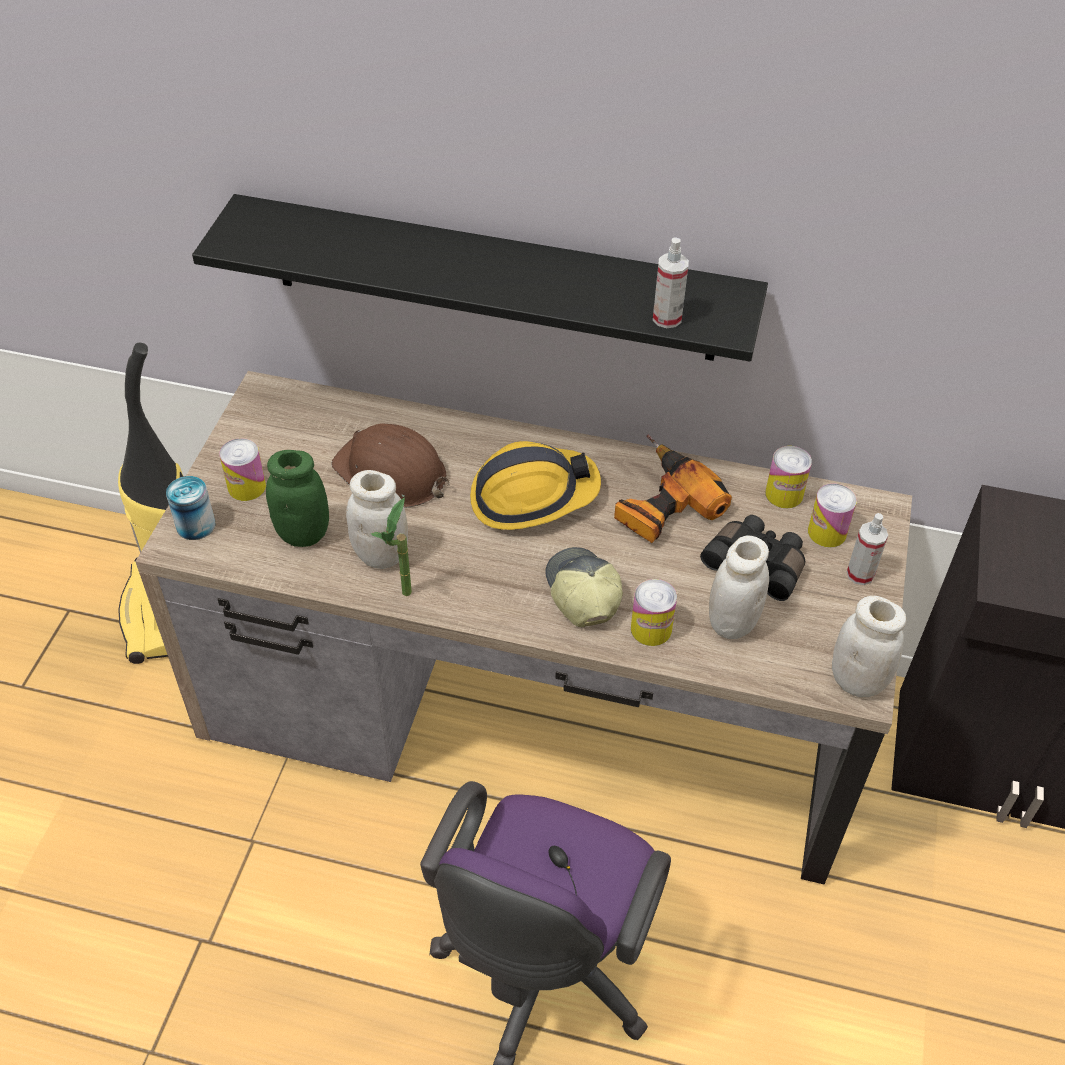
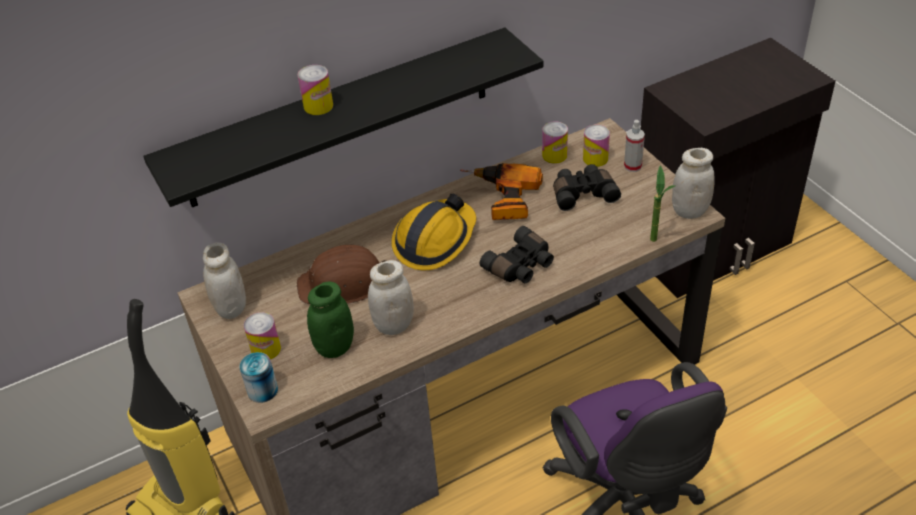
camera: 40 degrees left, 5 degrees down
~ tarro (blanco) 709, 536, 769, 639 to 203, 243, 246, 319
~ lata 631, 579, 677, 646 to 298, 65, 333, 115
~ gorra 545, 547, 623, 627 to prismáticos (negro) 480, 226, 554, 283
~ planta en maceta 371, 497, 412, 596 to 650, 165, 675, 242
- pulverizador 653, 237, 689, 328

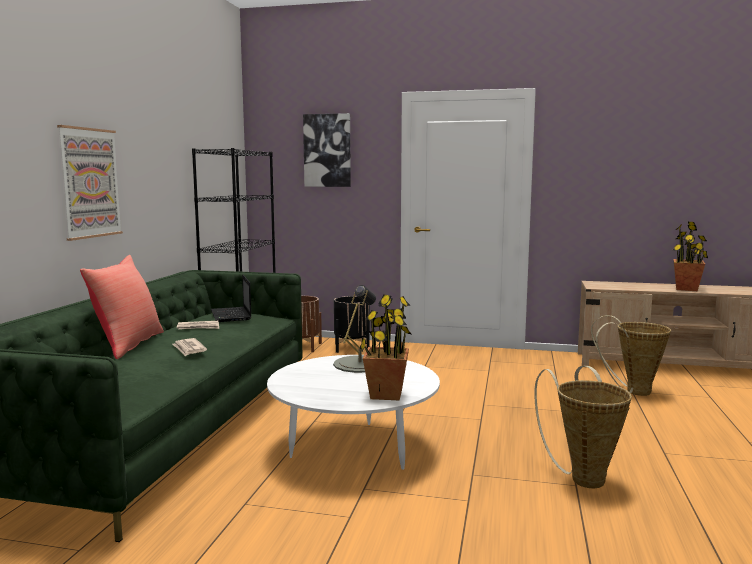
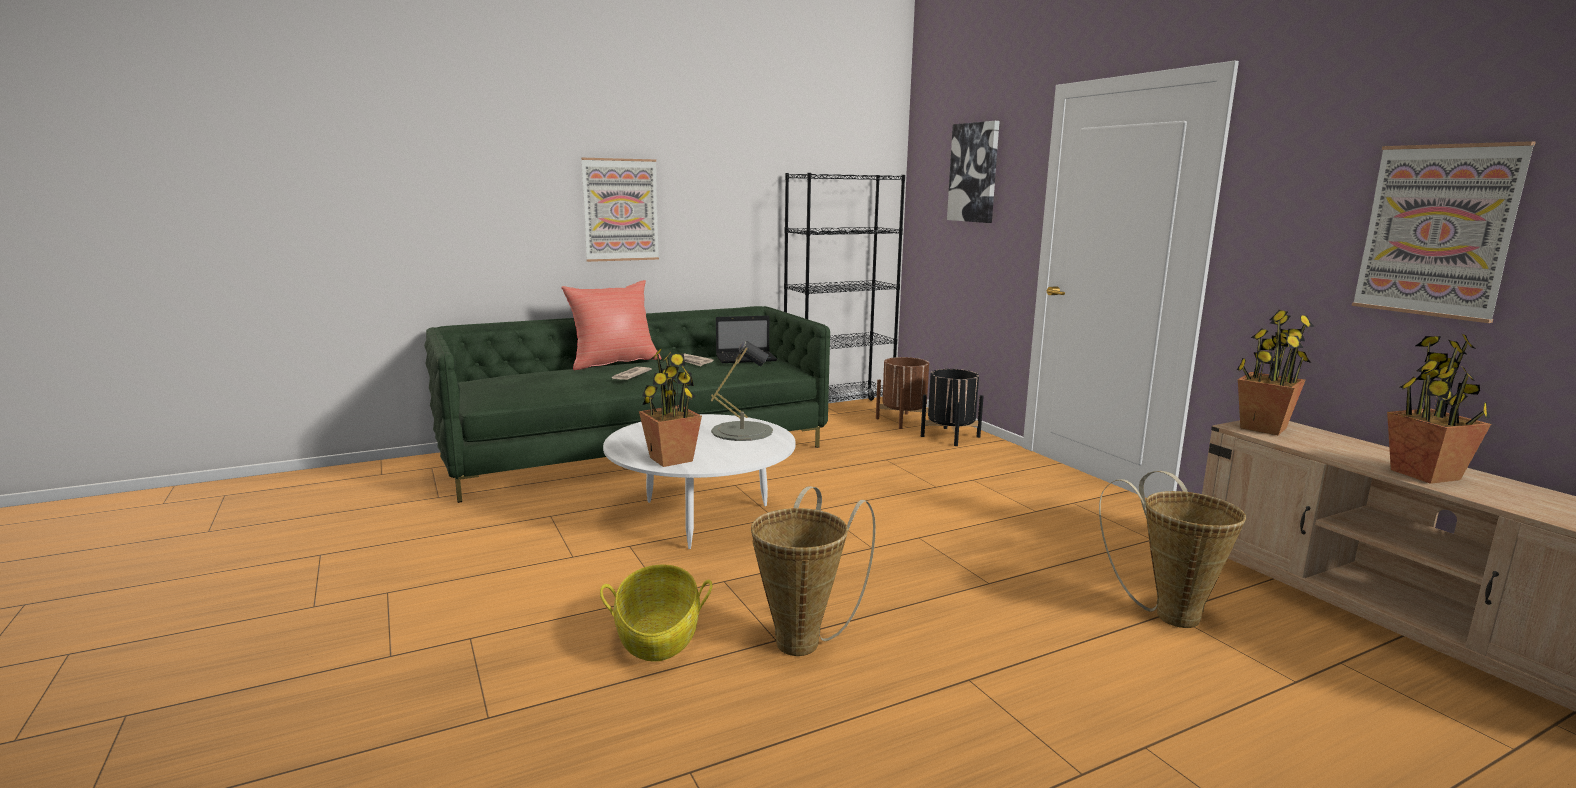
camera: 50 degrees right, 5 degrees up
+ cesta 600, 565, 712, 662
~ portátil 211, 274, 251, 322 = 716, 316, 777, 363 135 degrees counterclockwise
+ planta en maceta 1237, 310, 1315, 435
+ cuadro 1352, 141, 1536, 323

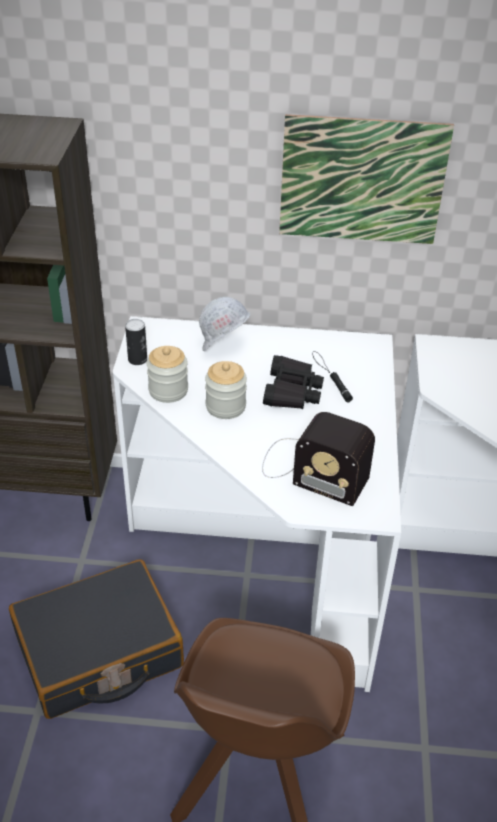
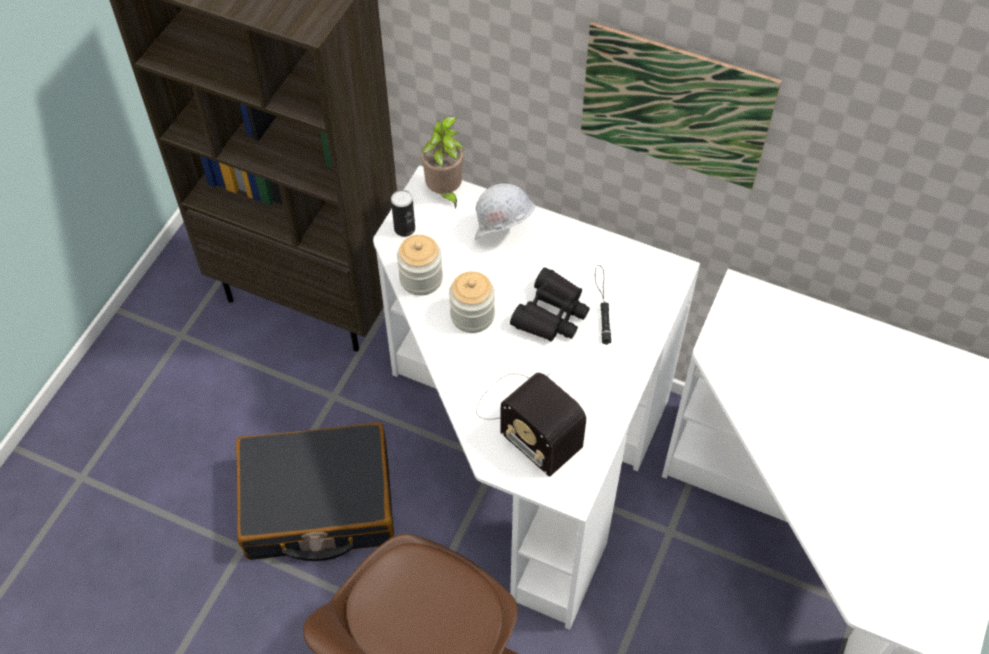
camera: 20 degrees right, 15 degrees up
+ planta en maceta 421, 117, 465, 209

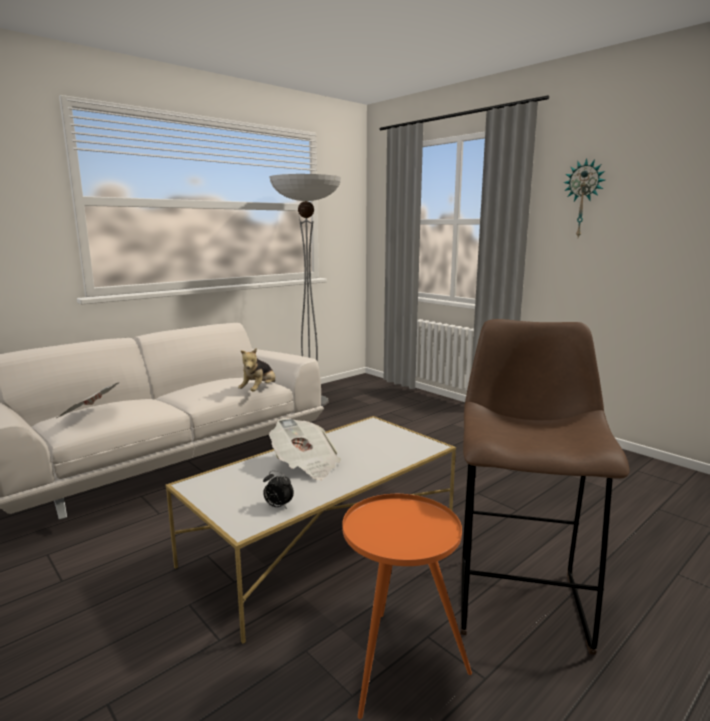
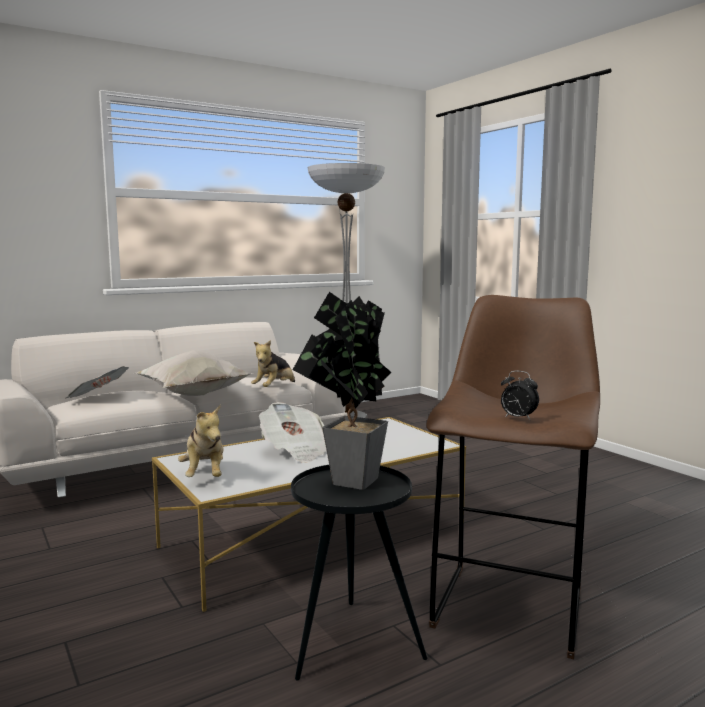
camera: 10 degrees right, 5 degrees down
+ cojín (blanco) 135, 350, 253, 396
+ peluche 178, 405, 224, 477
~ mesa auxiliar (naranja) 342, 494, 472, 719 to mesa auxiliar (negro) 291, 465, 427, 681
+ planta en maceta 293, 292, 392, 490
~ despertador 263, 471, 294, 509 to 501, 371, 539, 420
- reloj de pared 564, 158, 605, 237

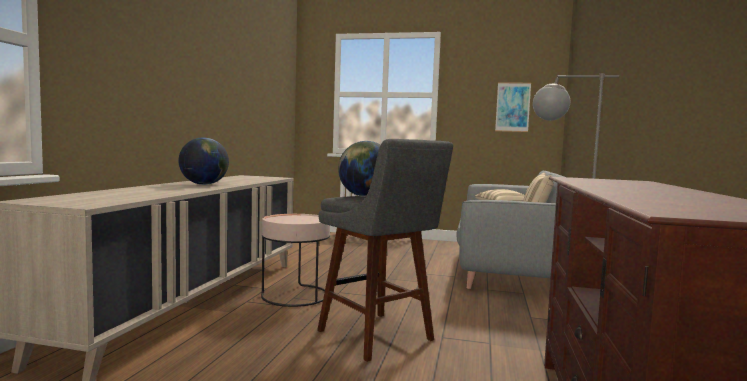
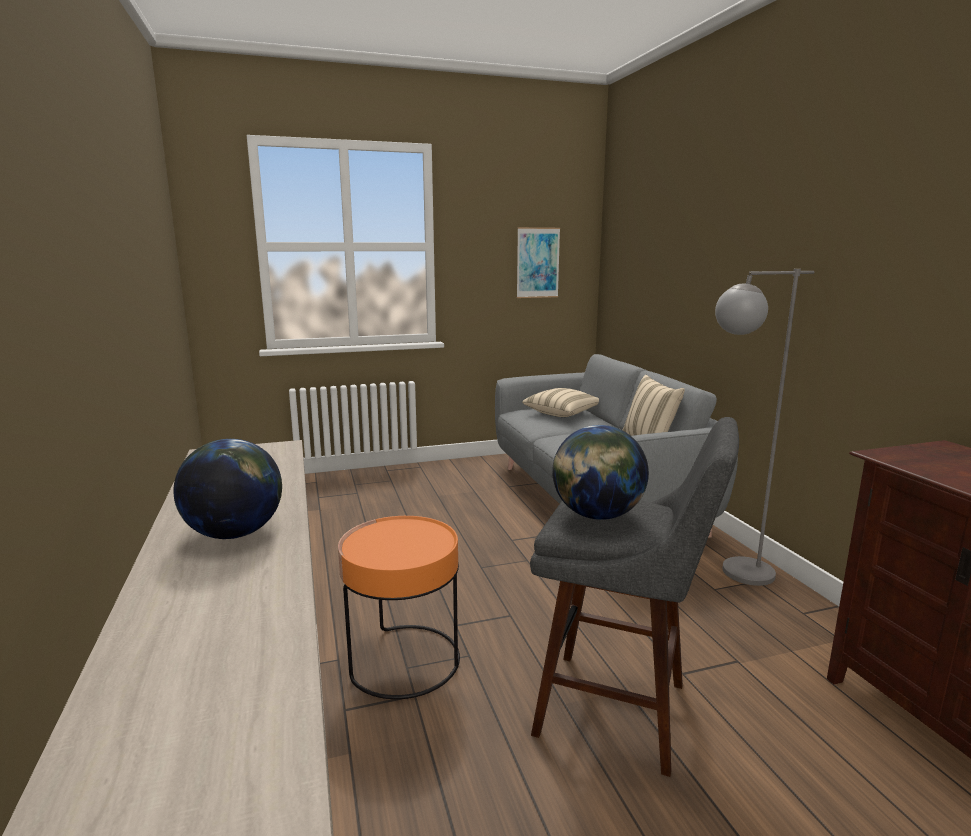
camera: 30 degrees left, 10 degrees up
~ mesa auxiliar (rosa) 261, 214, 330, 307 to mesa auxiliar (naranja) 338, 516, 460, 699

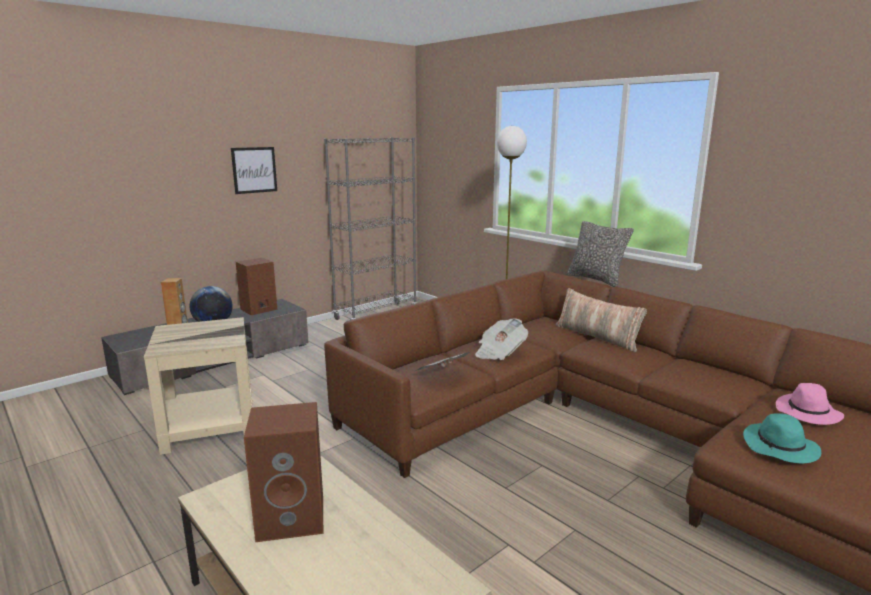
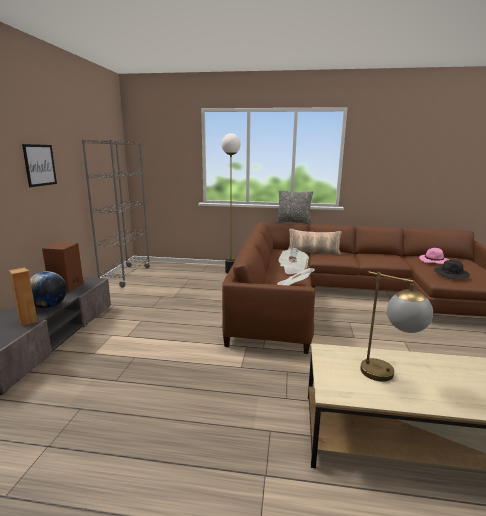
camera: 40 degrees left, 0 degrees up
~ altavoz (marrón) 244, 402, 323, 542 to lámpara de mesa 360, 271, 433, 382
~ sombrero (turquesa) 743, 414, 821, 464 to sombrero (negro) 434, 260, 470, 279
- mesa auxiliar (beis) 144, 317, 252, 455

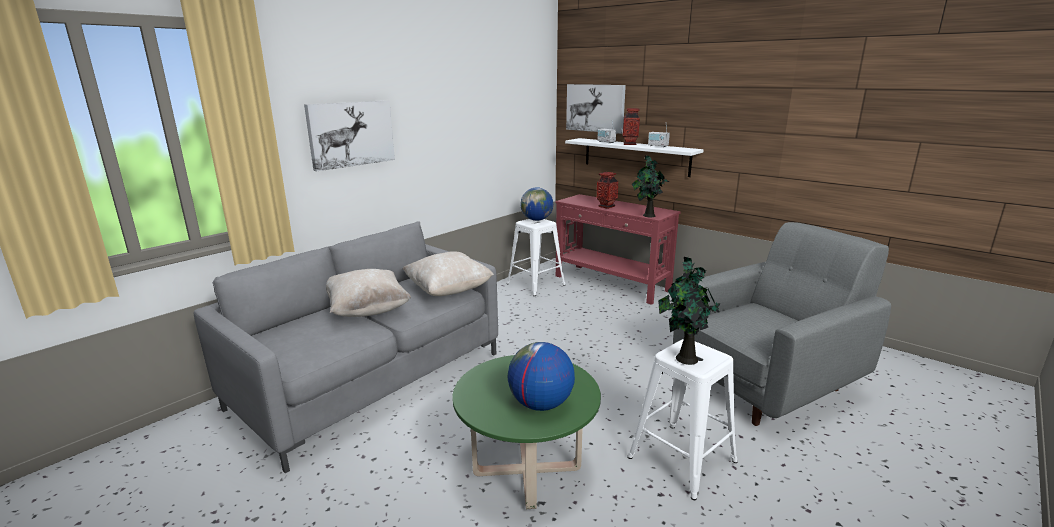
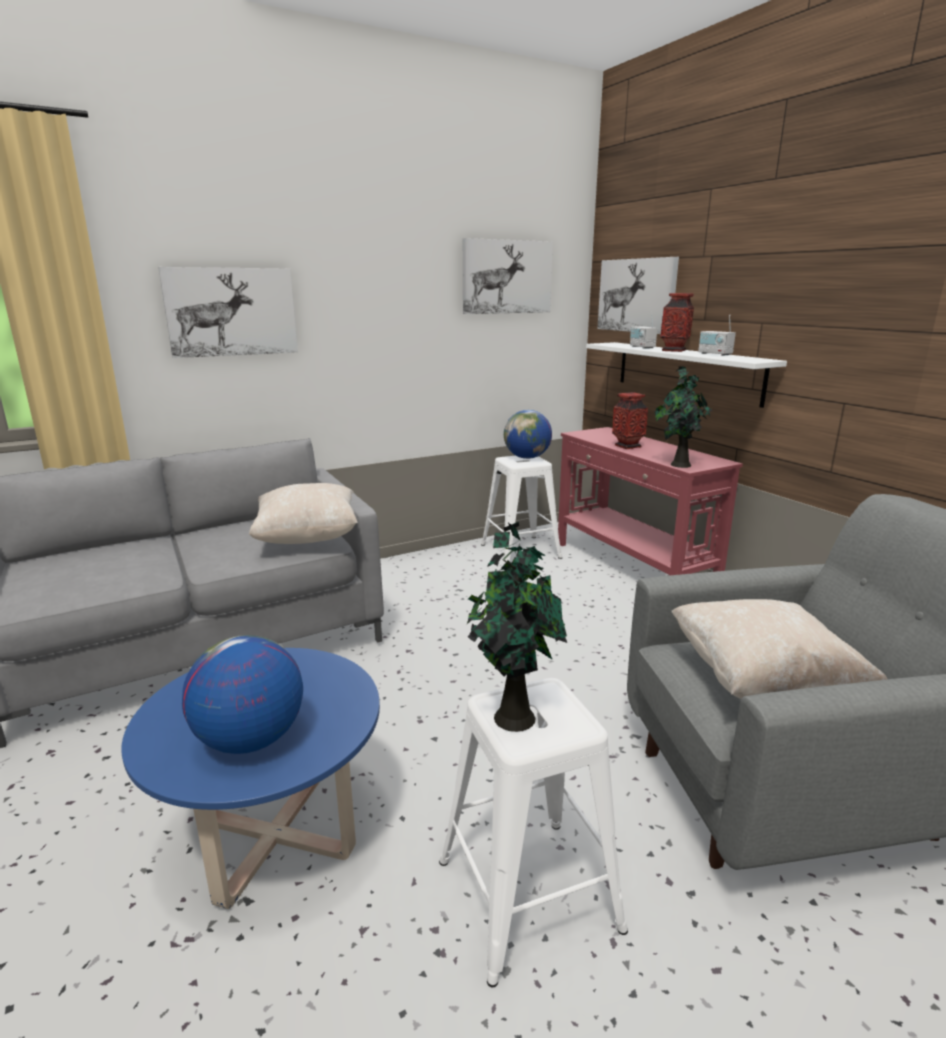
camera: 20 degrees right, 0 degrees up
~ mesa de centro (verde) 452, 355, 601, 509 to mesa de centro (azul) 121, 648, 380, 909
+ cuadro 463, 238, 553, 314
~ cojín (beis) 326, 269, 411, 317 to 671, 599, 887, 699

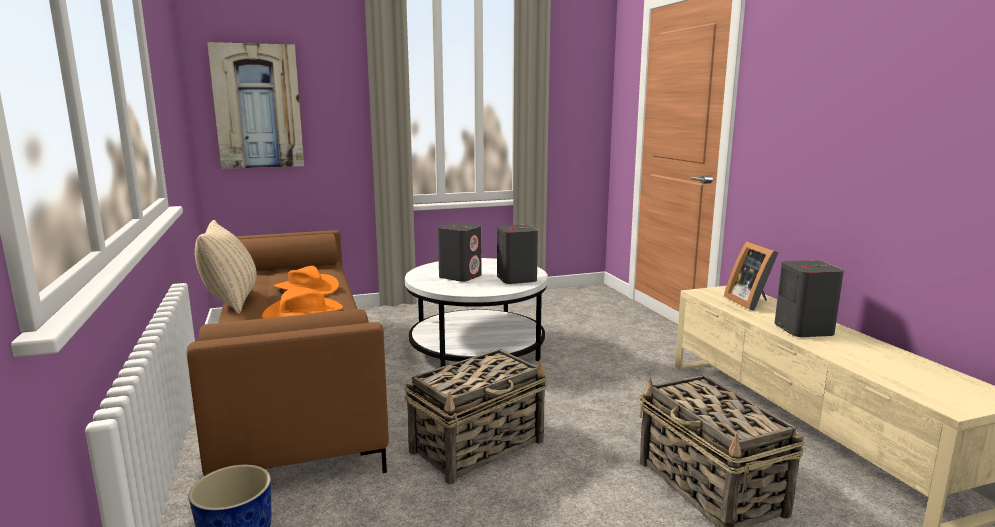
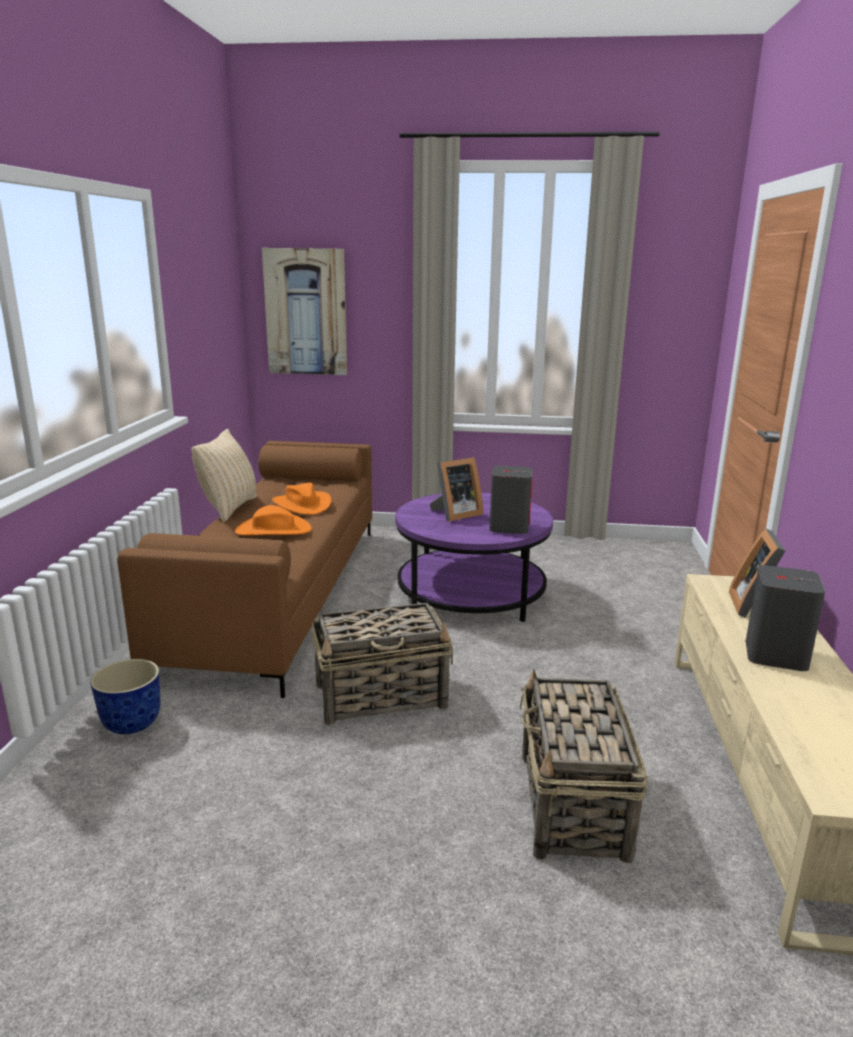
camera: 25 degrees right, 5 degrees up
~ mesa de centro (blanco) 405, 258, 548, 367 to mesa de centro (morado) 395, 492, 553, 622
~ altavoz (gris) 438, 223, 482, 282 to portarretratos 430, 457, 483, 522

